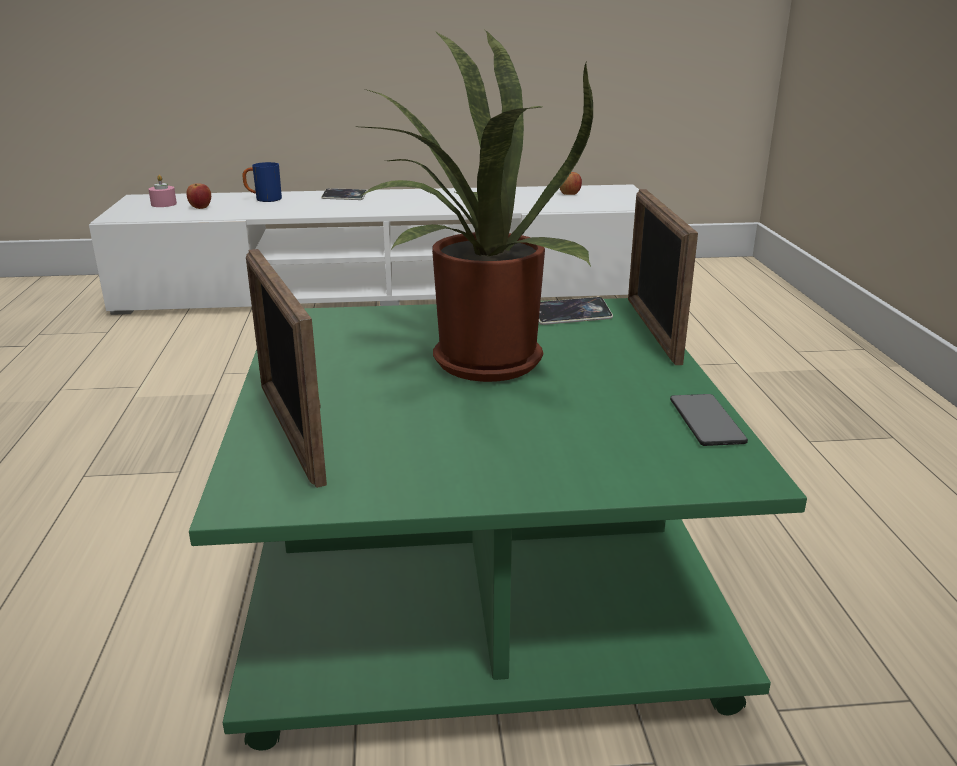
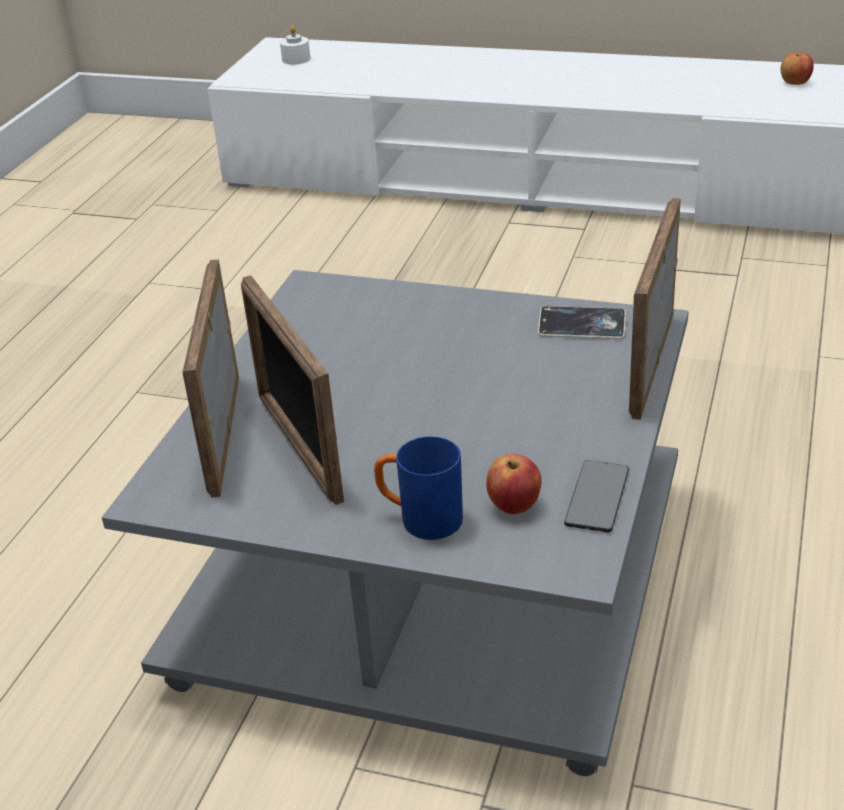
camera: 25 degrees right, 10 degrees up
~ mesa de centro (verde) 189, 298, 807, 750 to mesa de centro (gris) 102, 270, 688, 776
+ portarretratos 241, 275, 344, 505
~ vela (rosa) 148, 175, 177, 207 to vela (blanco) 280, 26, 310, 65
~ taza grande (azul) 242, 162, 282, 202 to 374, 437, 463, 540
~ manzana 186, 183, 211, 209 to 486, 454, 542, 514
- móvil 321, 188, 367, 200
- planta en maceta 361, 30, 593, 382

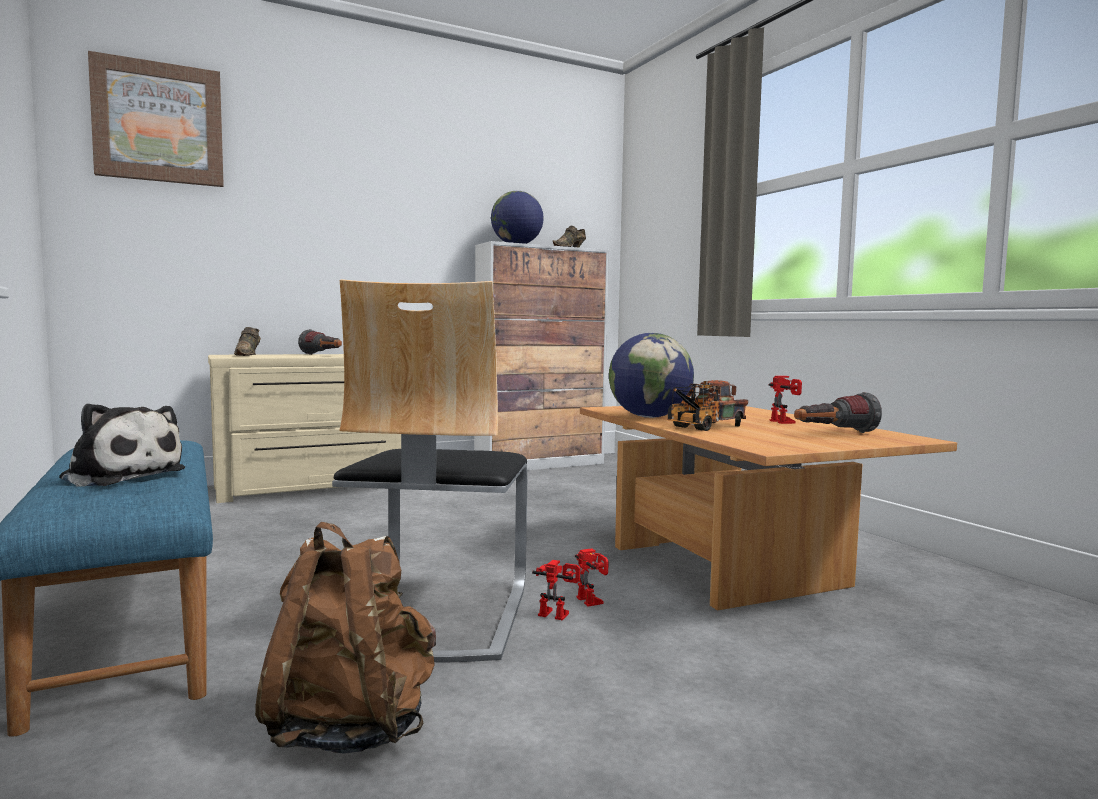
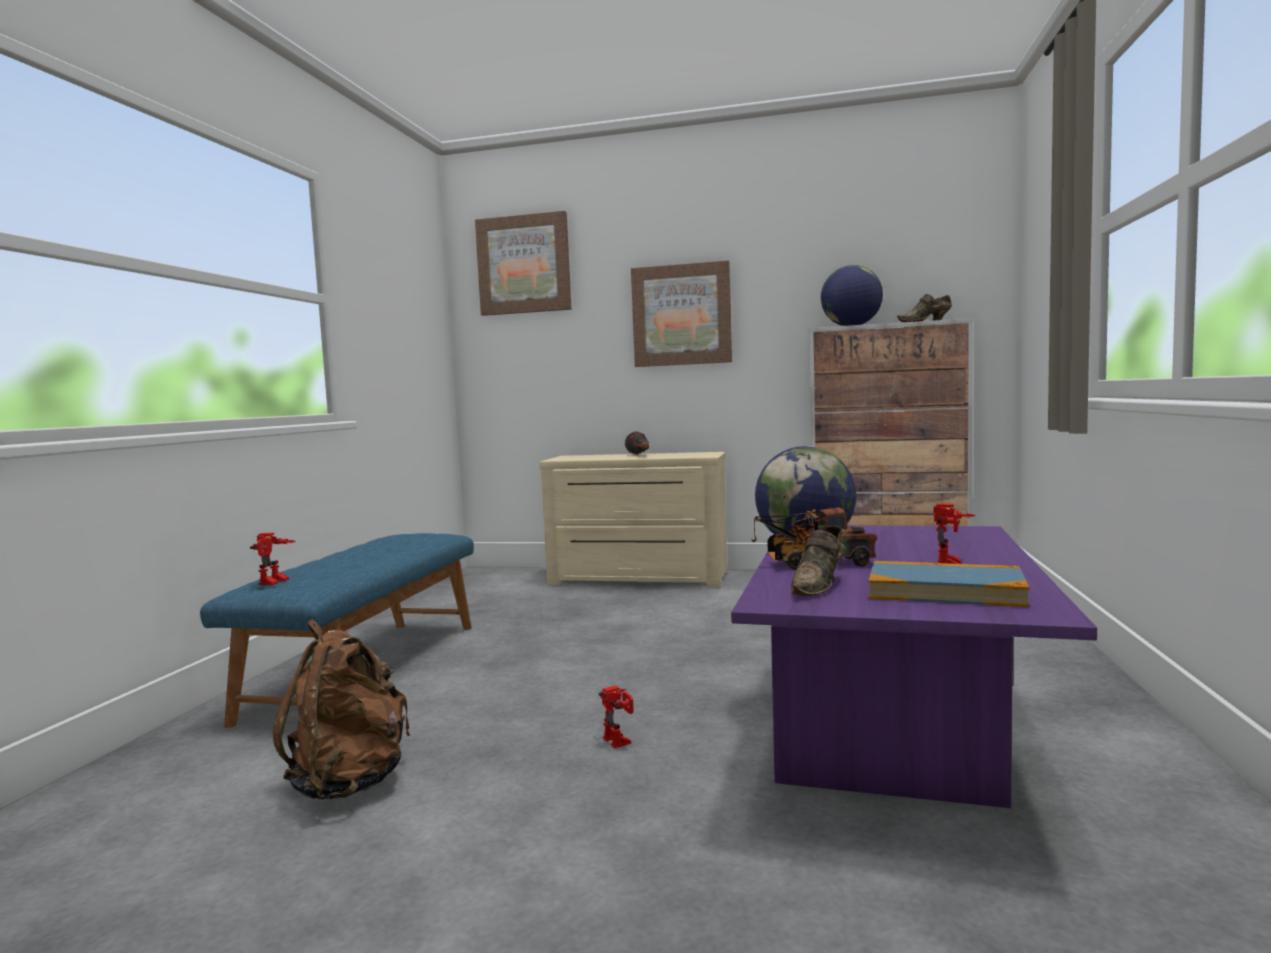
camera: 40 degrees right, 0 degrees up
~ robot de juguete 575, 548, 609, 607 to 250, 533, 296, 585
+ cuadro 631, 261, 732, 367
~ mesa de centro (marrón) 580, 406, 957, 610 to mesa de centro (morado) 731, 525, 1097, 808
~ zapato (marrón) 234, 327, 261, 356 to 790, 525, 845, 596
~ linterna 794, 392, 882, 433 to libro 869, 561, 1029, 607
- peluche 59, 403, 185, 486
- silla 332, 279, 527, 662

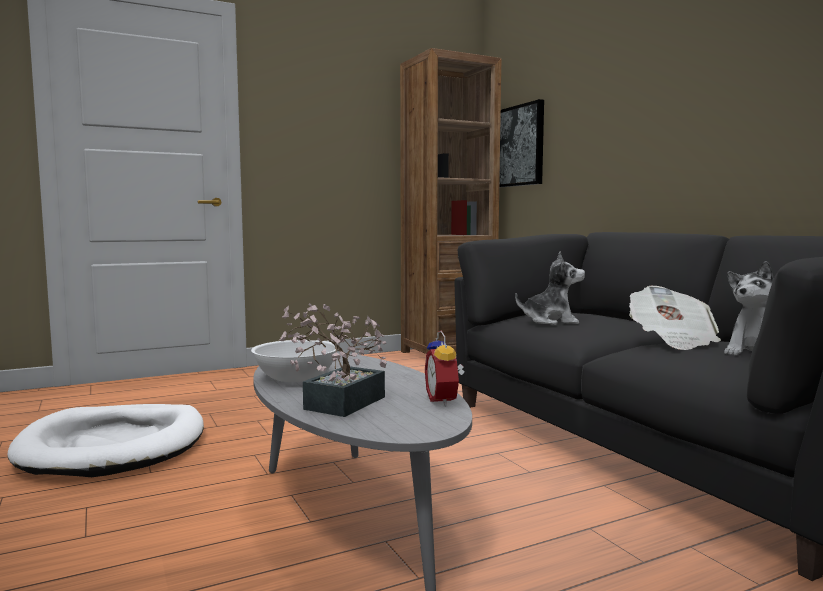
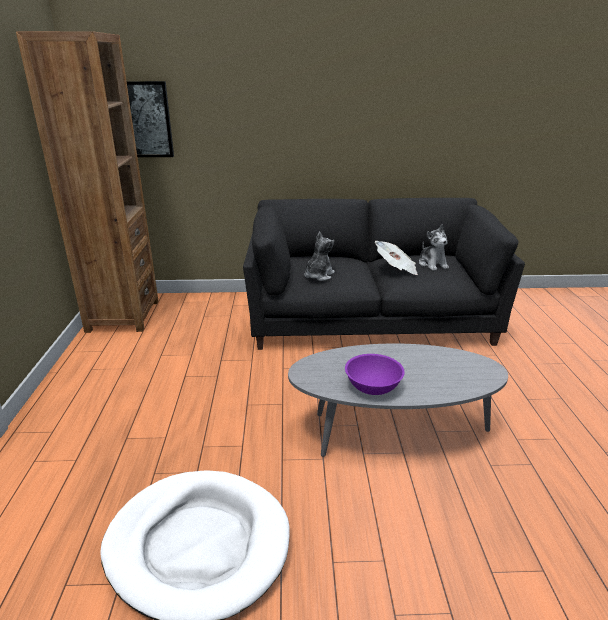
camera: 65 degrees left, 20 degrees up
~ cuenco (blanco) 251, 340, 336, 382 to cuenco (morado) 345, 354, 405, 395
- planta en maceta 279, 303, 387, 417
- despertador 425, 330, 464, 406

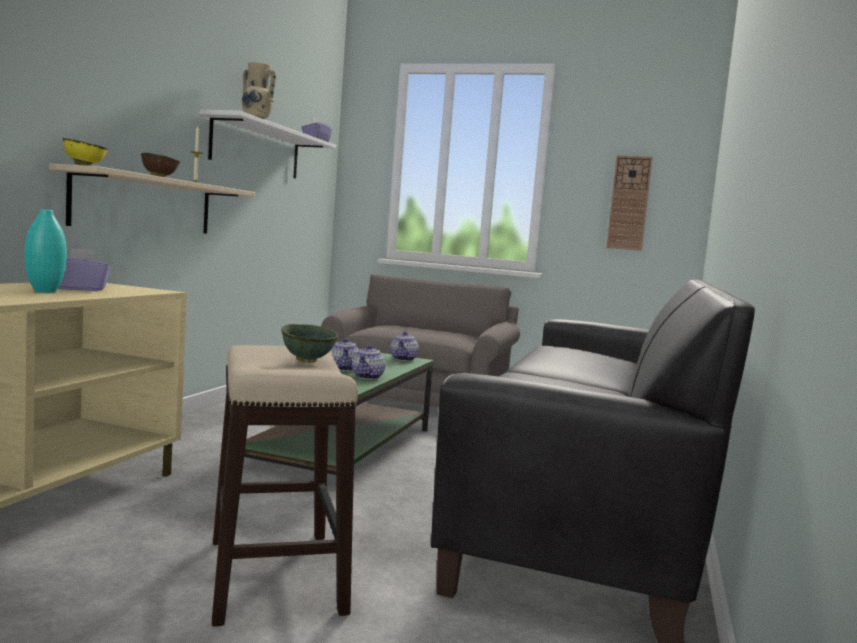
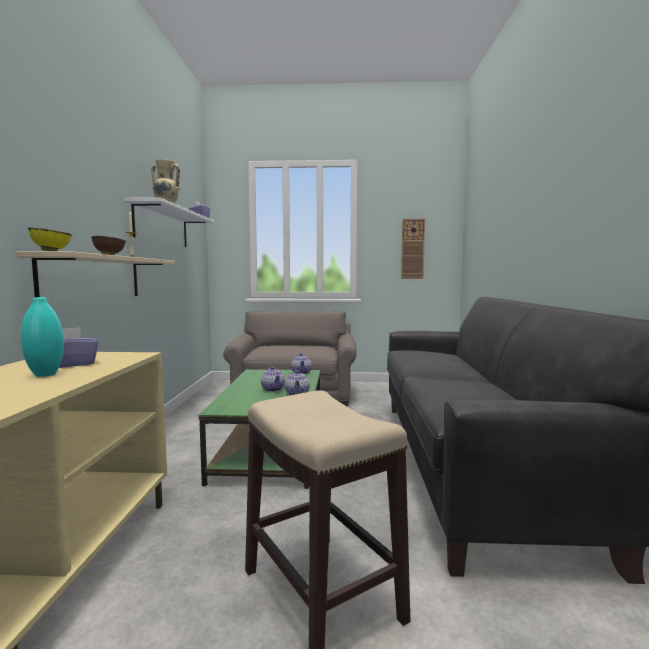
camera: 15 degrees left, 0 degrees up
- cuenco (verde) 281, 324, 338, 363

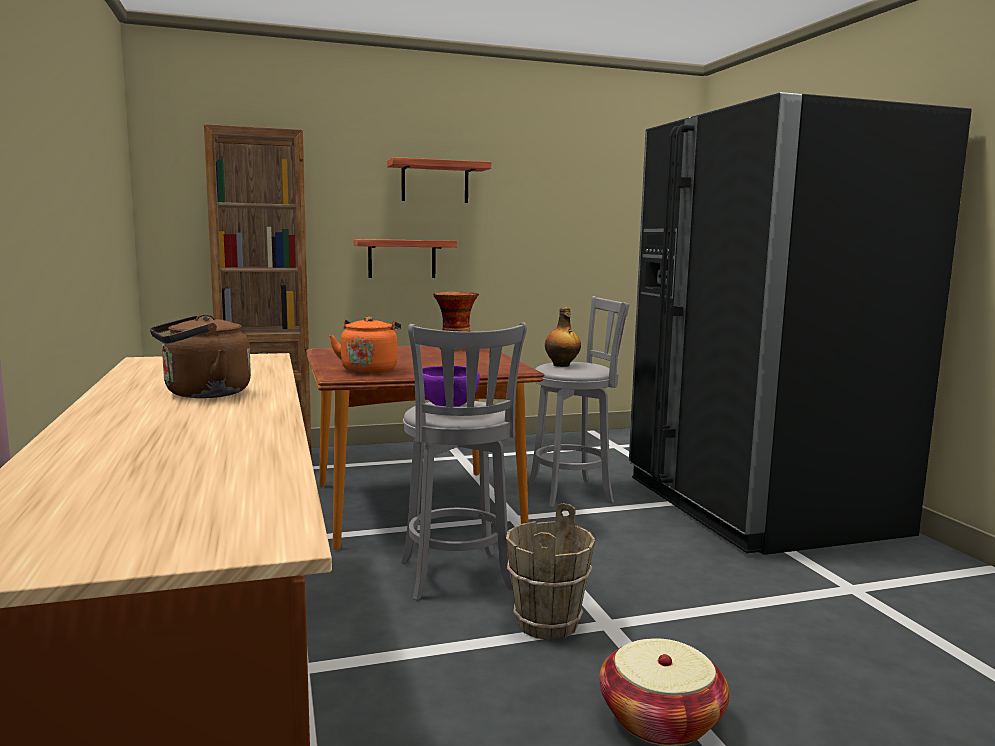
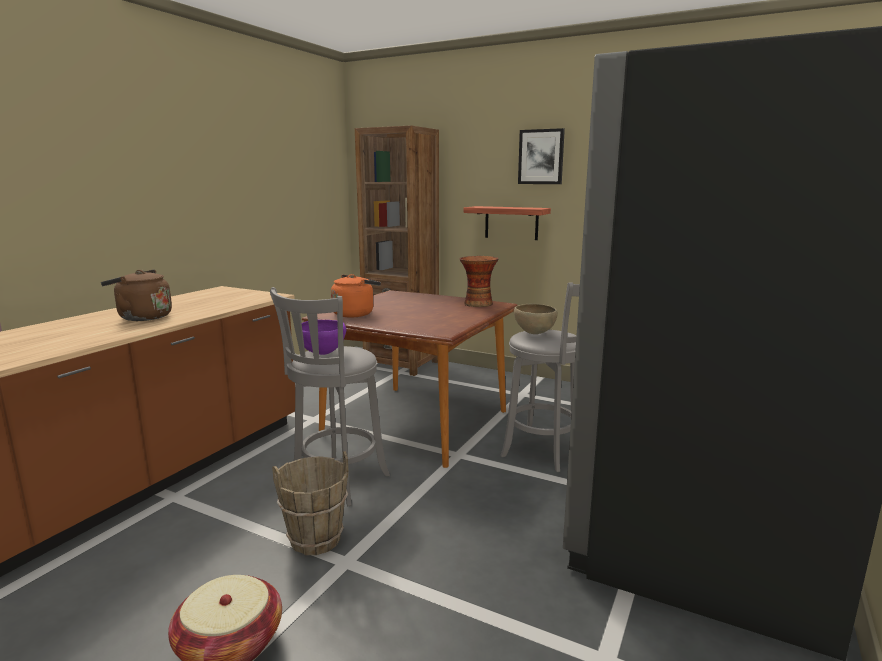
camera: 45 degrees right, 5 degrees up
~ botella 545, 308, 581, 367 to cuenco (marrón) 514, 304, 558, 334
~ estante 387, 157, 491, 203 to cuadro 518, 128, 565, 184

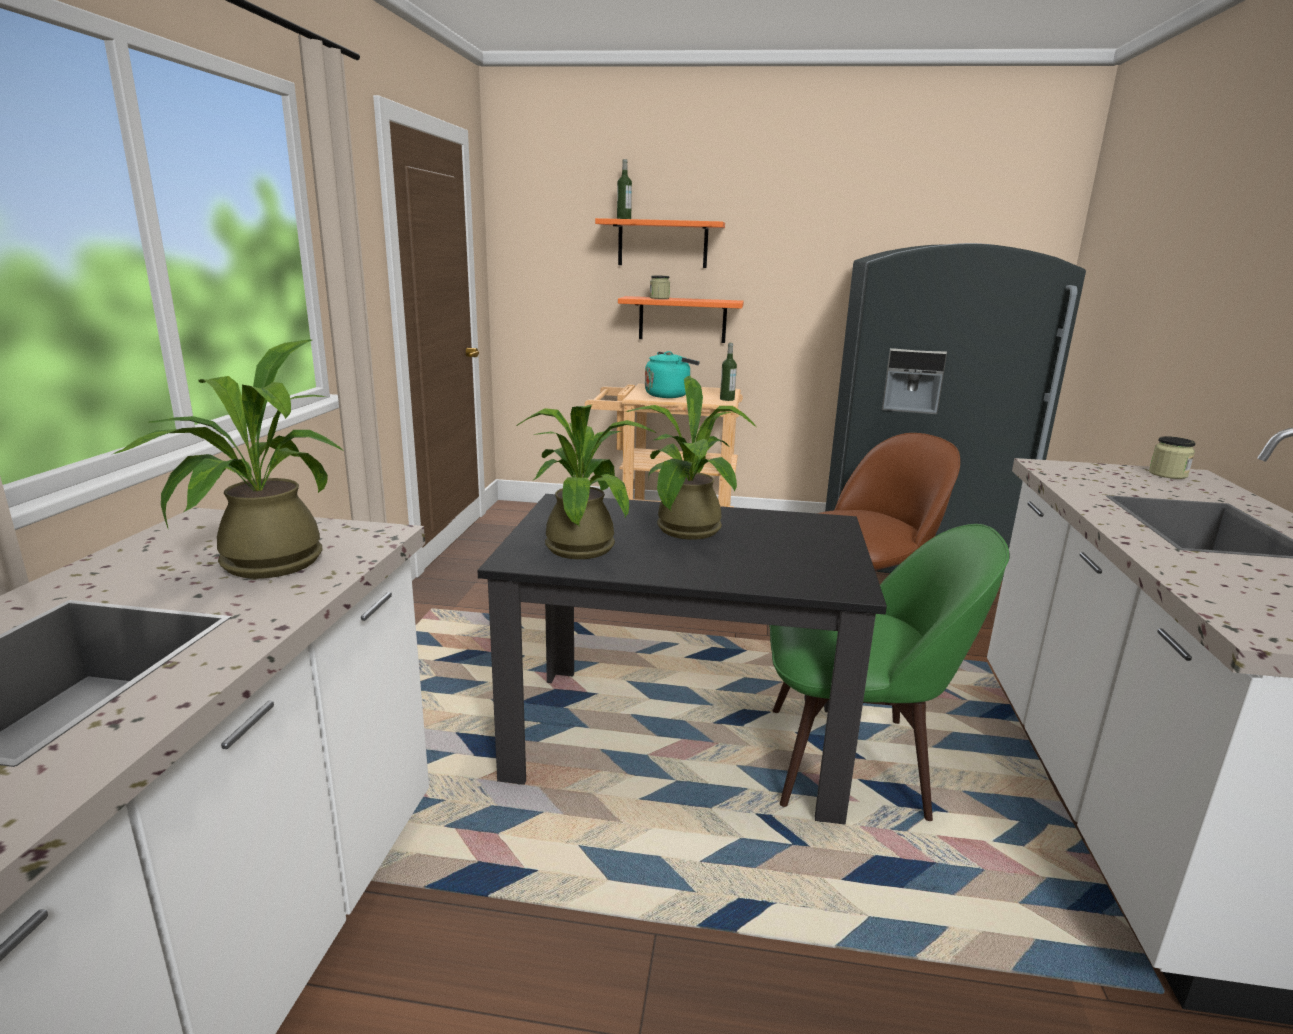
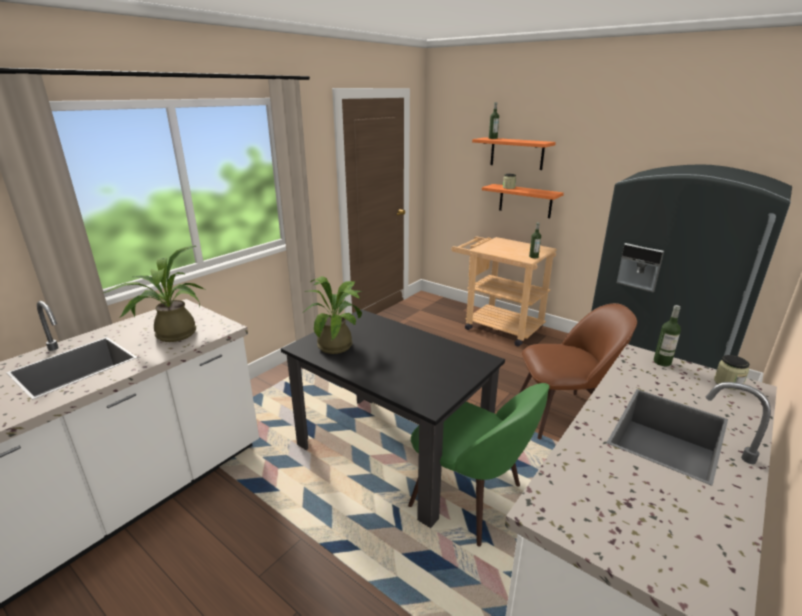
camera: 30 degrees right, 5 degrees up
+ botella 653, 305, 681, 366
- planta en maceta 626, 376, 757, 540
- hervidor (turquesa) 645, 351, 700, 398

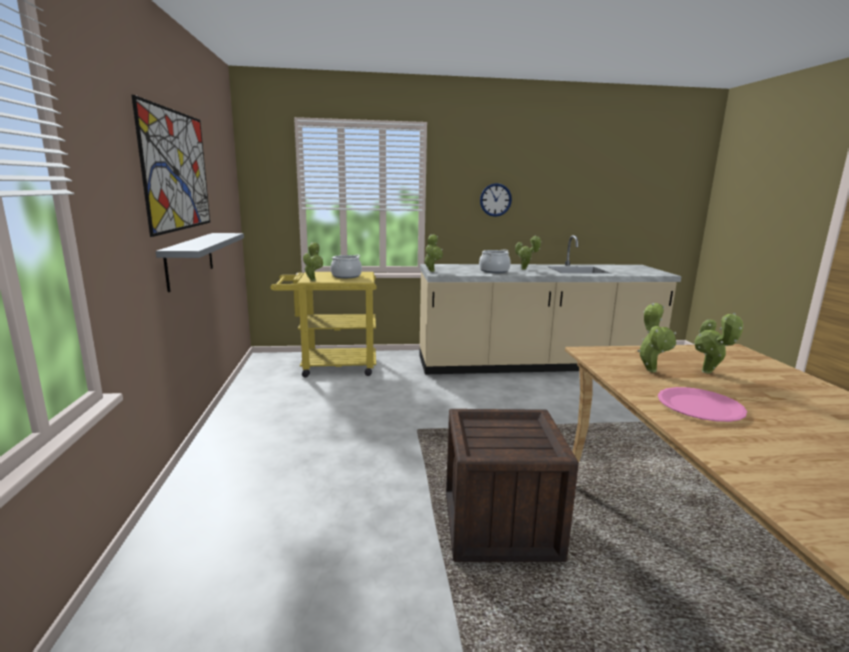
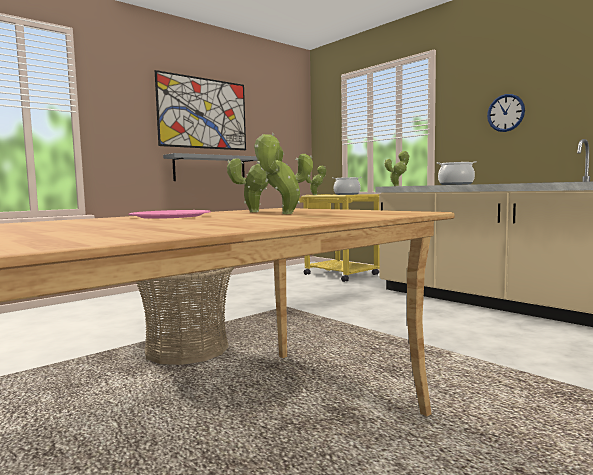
camera: 55 degrees right, 10 degrees down
~ caja de embalaje 446, 409, 579, 562 to cesta 136, 267, 234, 365
- planta en maceta 515, 235, 542, 270

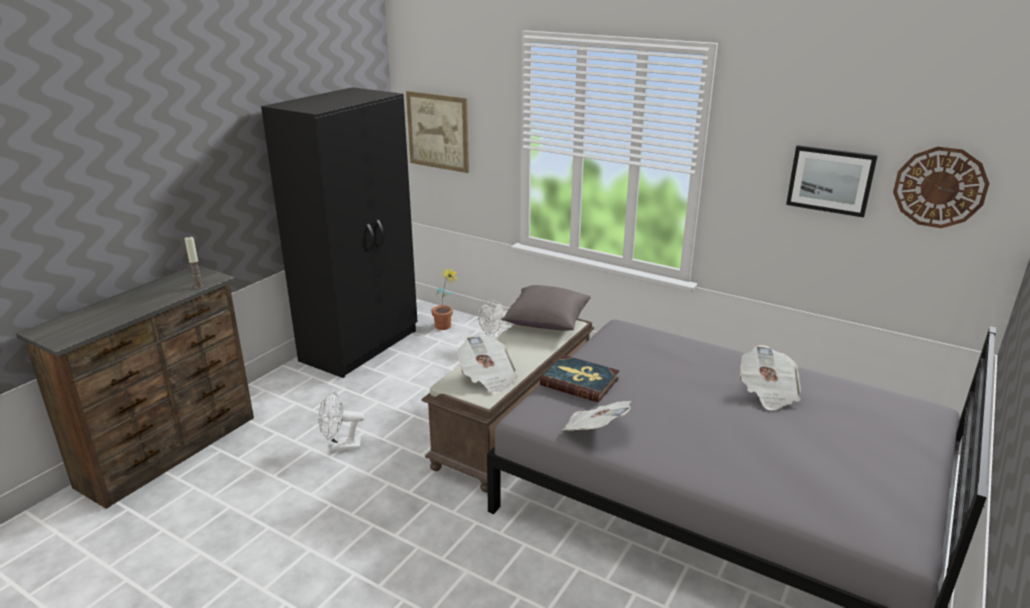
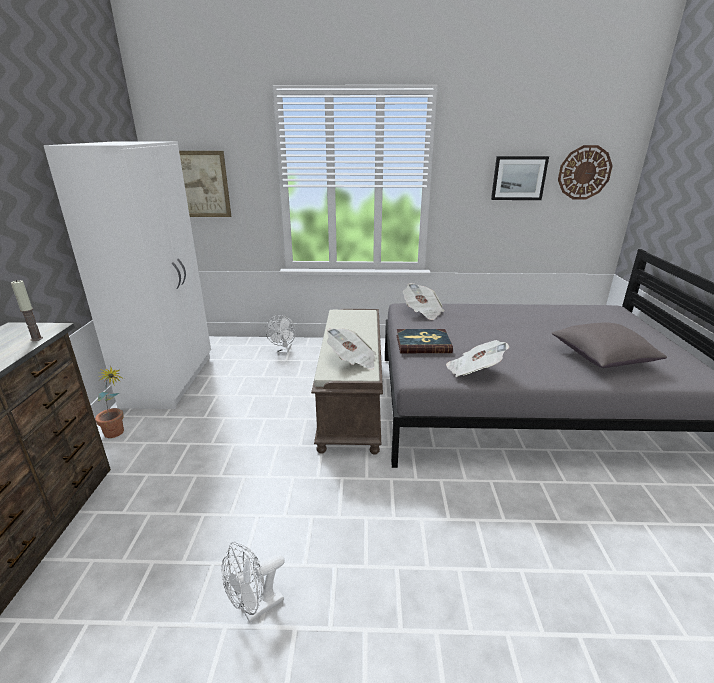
camera: 30 degrees left, 0 degrees up
~ armario ropero (negro) 261, 87, 418, 378 to armario ropero (blanco) 43, 141, 211, 409
~ planta en maceta 431, 268, 458, 330 to 95, 366, 124, 438
~ ventilador (blanco) 318, 390, 364, 452 to 222, 541, 285, 623
~ periódico 739, 345, 801, 411 to 403, 283, 445, 320
~ cojín (gris) 501, 285, 591, 331 to 551, 323, 667, 368

